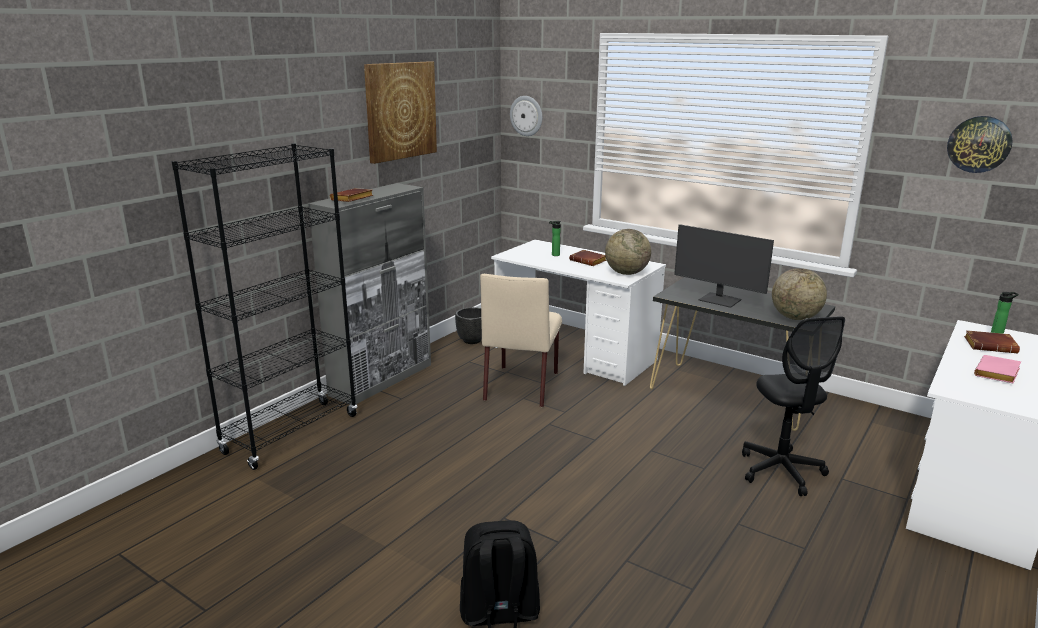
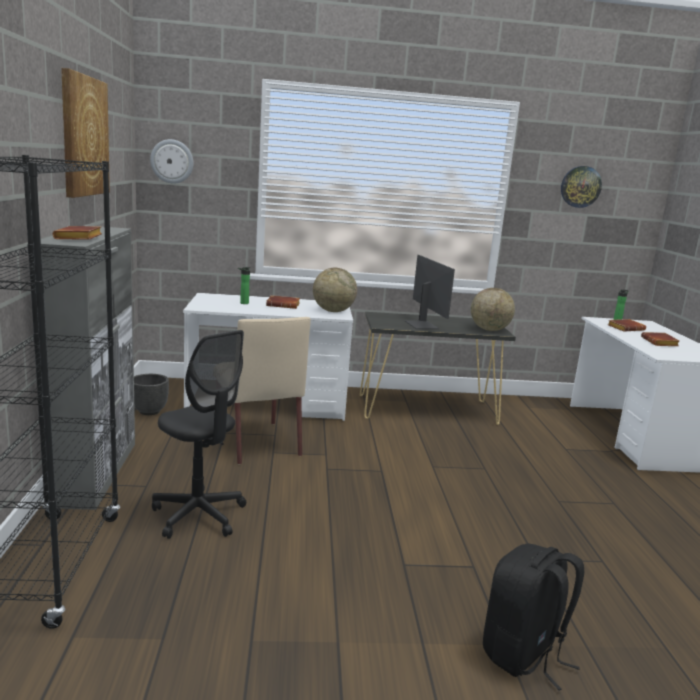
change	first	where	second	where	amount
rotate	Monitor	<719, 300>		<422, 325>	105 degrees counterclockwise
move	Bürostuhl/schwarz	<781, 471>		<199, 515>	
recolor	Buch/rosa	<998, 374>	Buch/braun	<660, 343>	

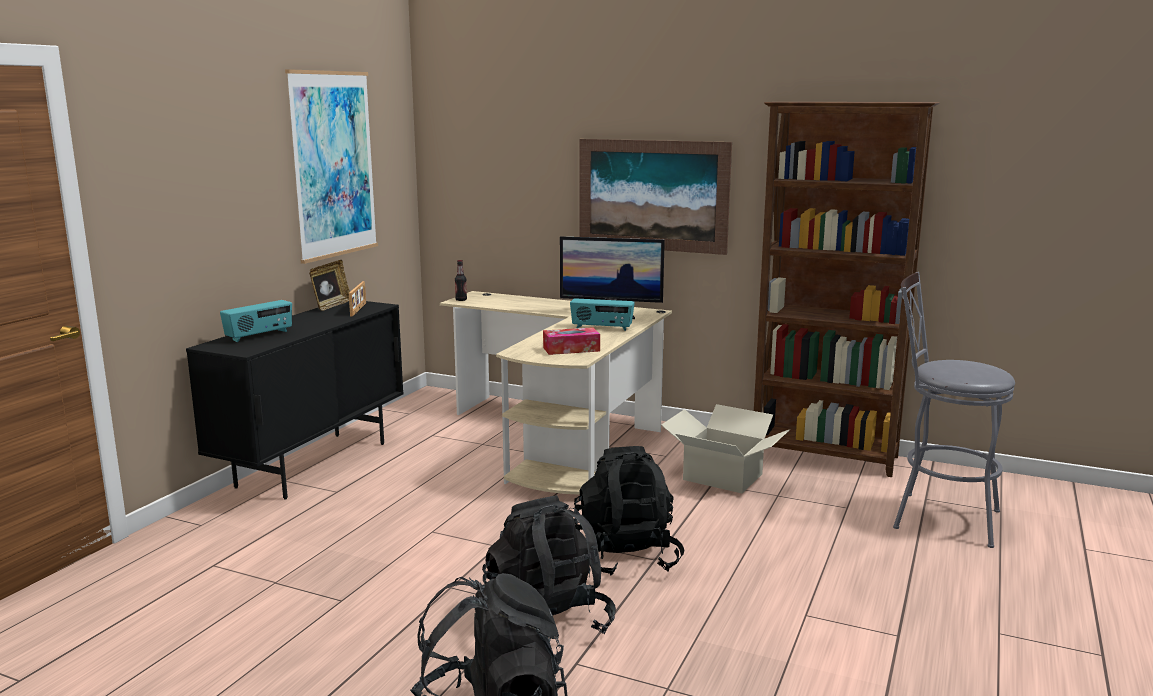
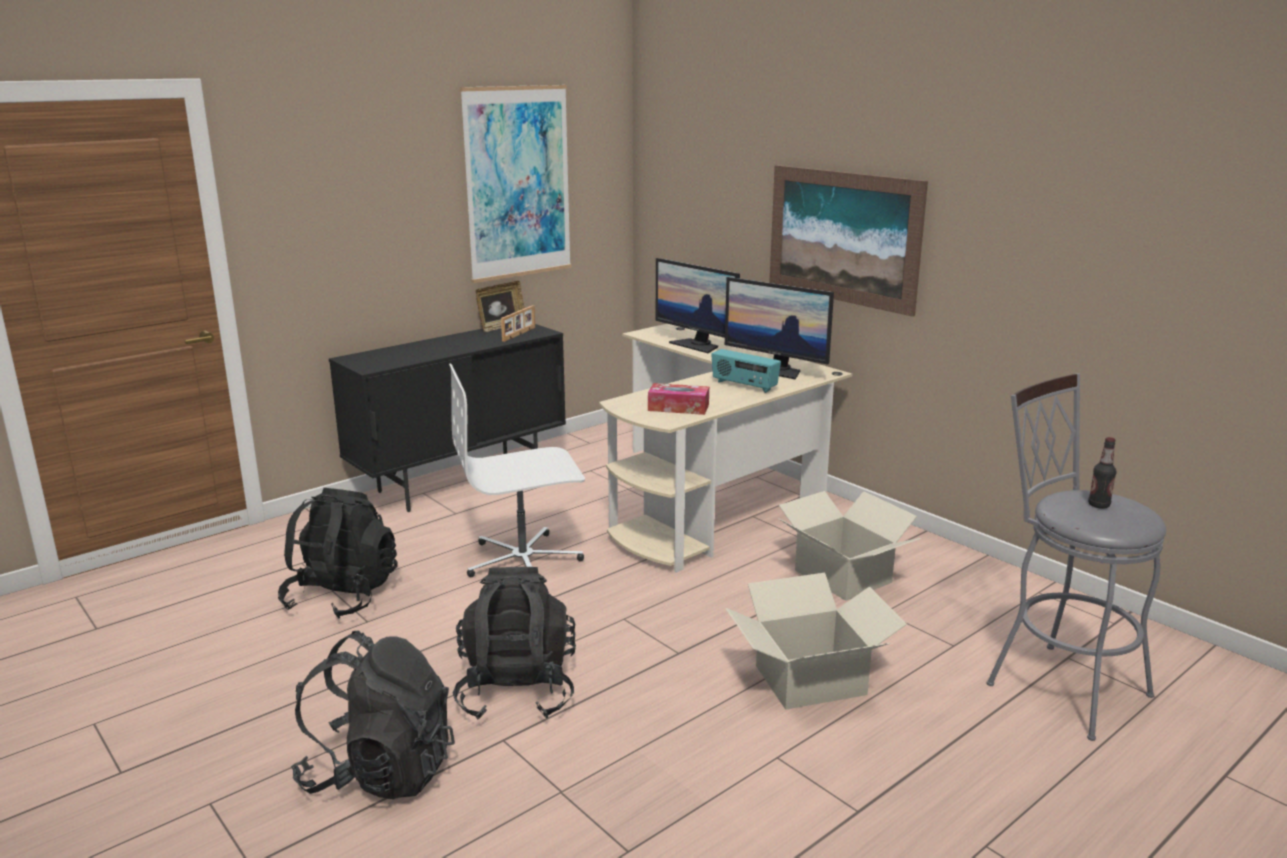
change	first	where	second	where	amount
delete	Radio	<259, 336>			
move	Flasche	<461, 300>		<1098, 505>	
move	Rucksack/schwarz	<627, 556>		<342, 596>	
delete	Bücherregal/braun	<825, 456>			
insert			Bürostuhl/weiß	<523, 560>	
insert			Monitor	<697, 345>	
insert			Karton	<811, 680>	

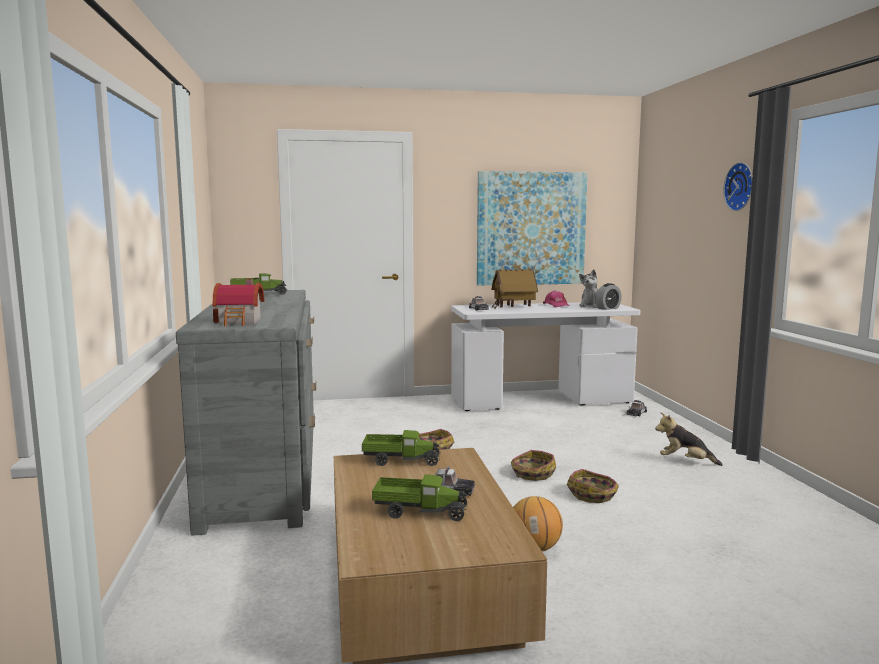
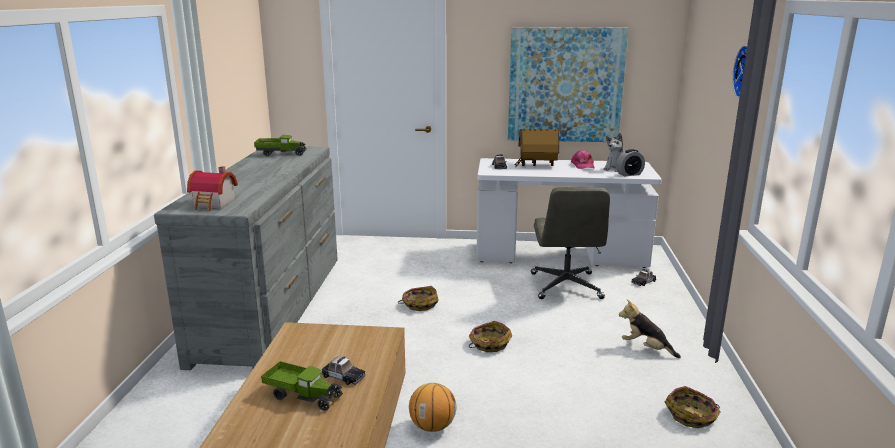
change	first	where	second	where	amount
delete	Spielzeuglaster	<401, 460>			
move	Korb	<593, 495>		<692, 416>	
insert			Bürostuhl/grau	<566, 286>	

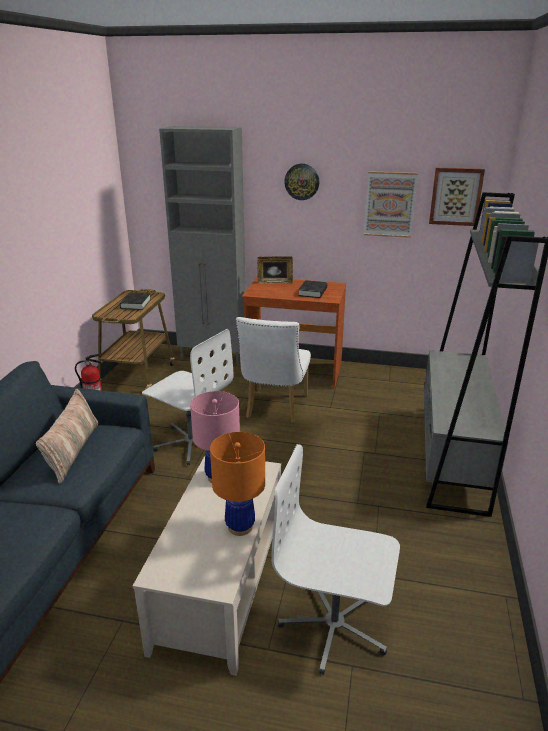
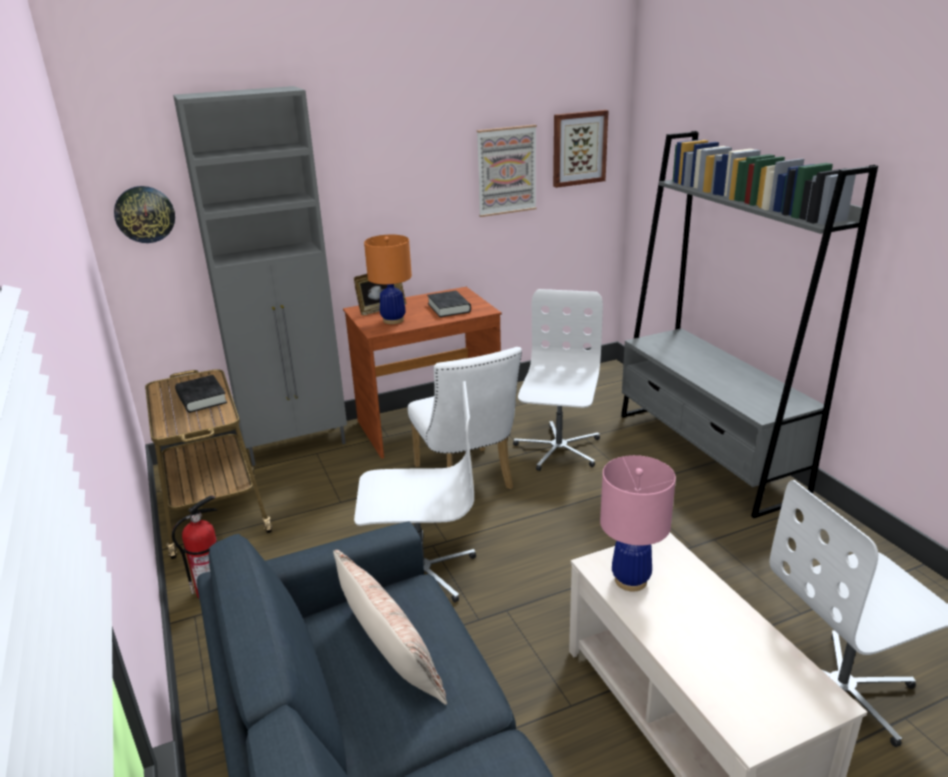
change	first	where	second	where	amount
move	Tischlampe/orange	<240, 527>		<393, 320>	
move	Wanduhr	<302, 181>		<144, 214>	
insert			Bürostuhl/weiß	<558, 449>	

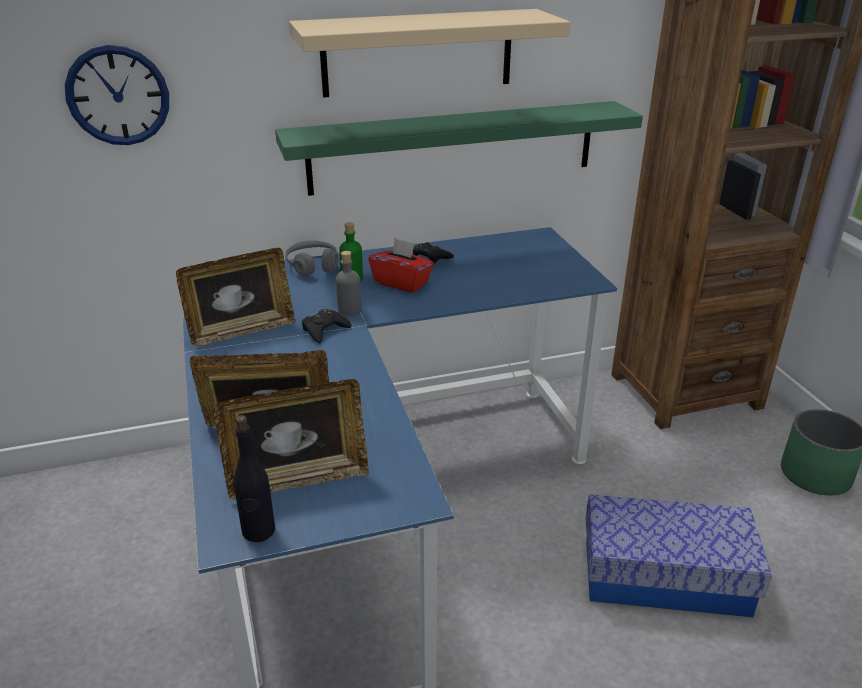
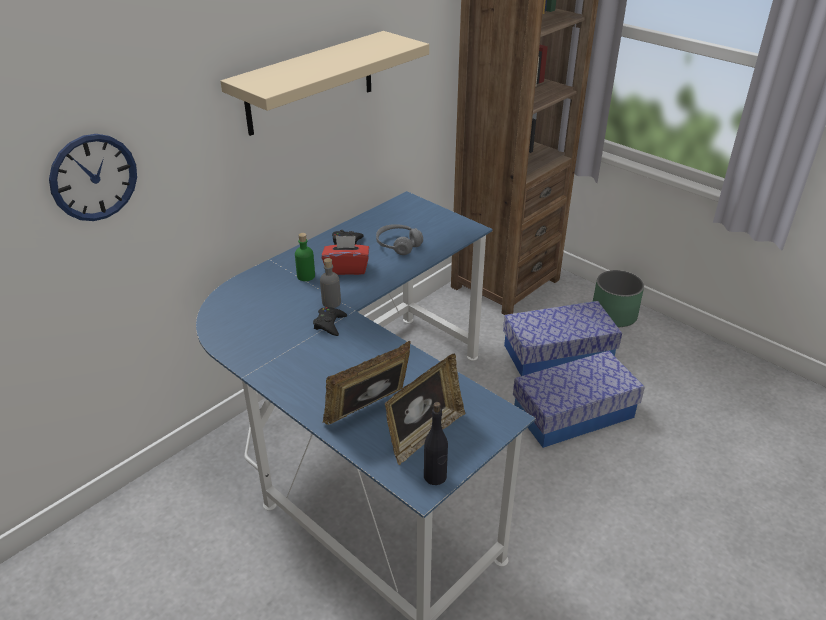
change	first	where	second	where	amount
delete	Bilderrahmen	<242, 330>			
delete	Wandregal/grün	<453, 147>			
move	Kopfhörer/grau	<313, 266>		<398, 245>	
insert			Aufbewahrungsbox	<557, 354>	

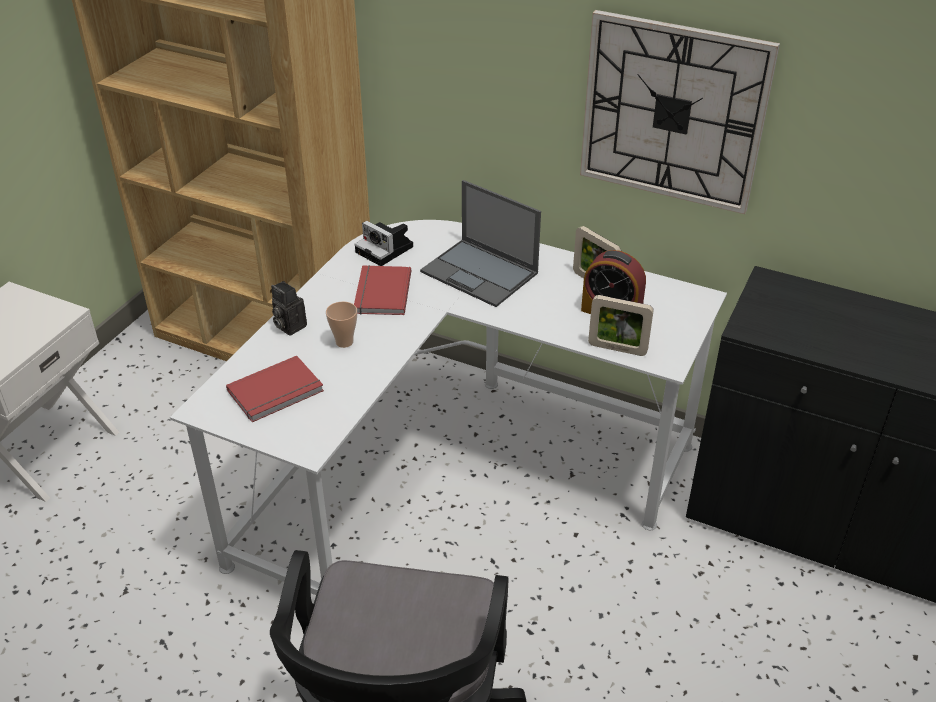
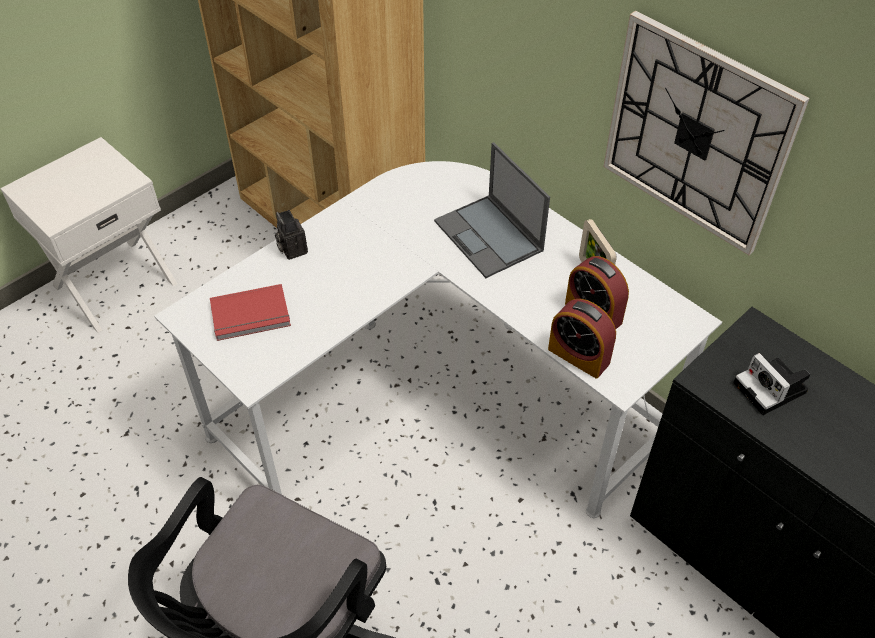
change	first	where	second	where	amount
delete	Tasse	<344, 342>			
delete	Buch/rot	<380, 293>			
move	Kamera	<386, 250>		<772, 389>	
replace	Bilderrahmen	<617, 349>	Wecker	<578, 356>	

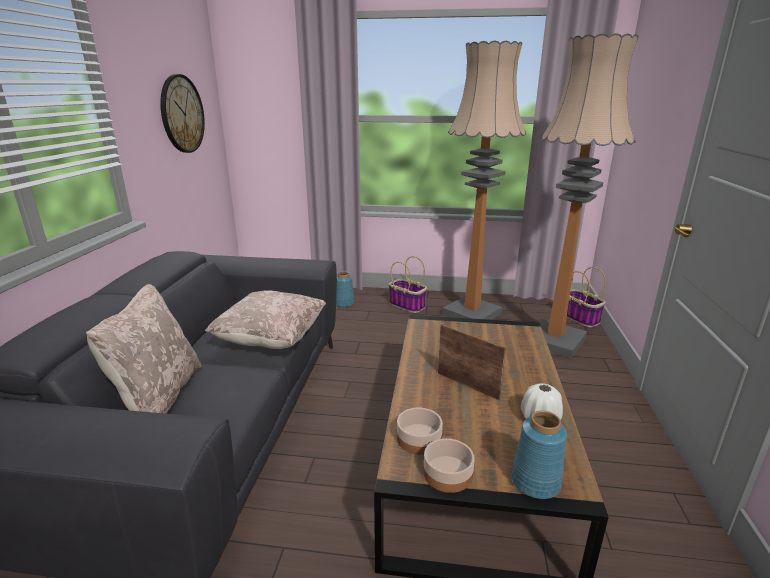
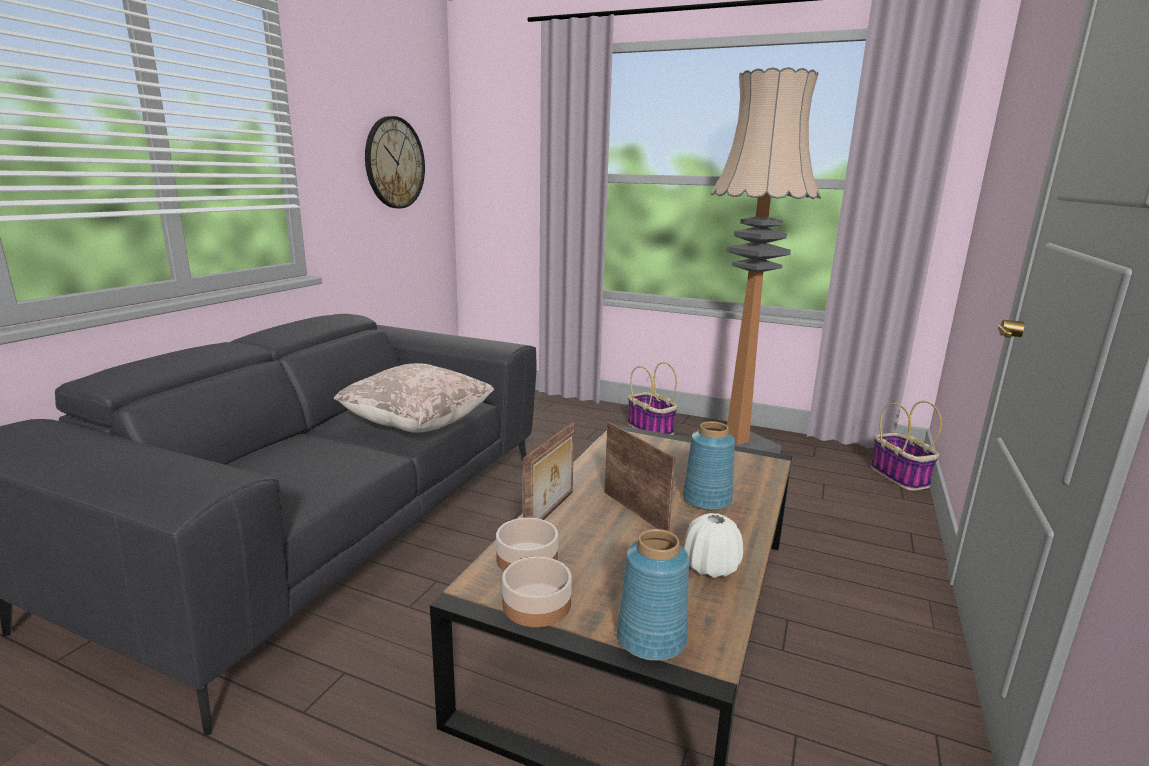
change	first	where	second	where	amount
delete	Kissen/beige	<158, 396>			
move	Vase/blau	<344, 303>		<706, 499>	
delete	Stehlampe	<554, 340>			
insert			Bilderrahmen	<551, 513>	

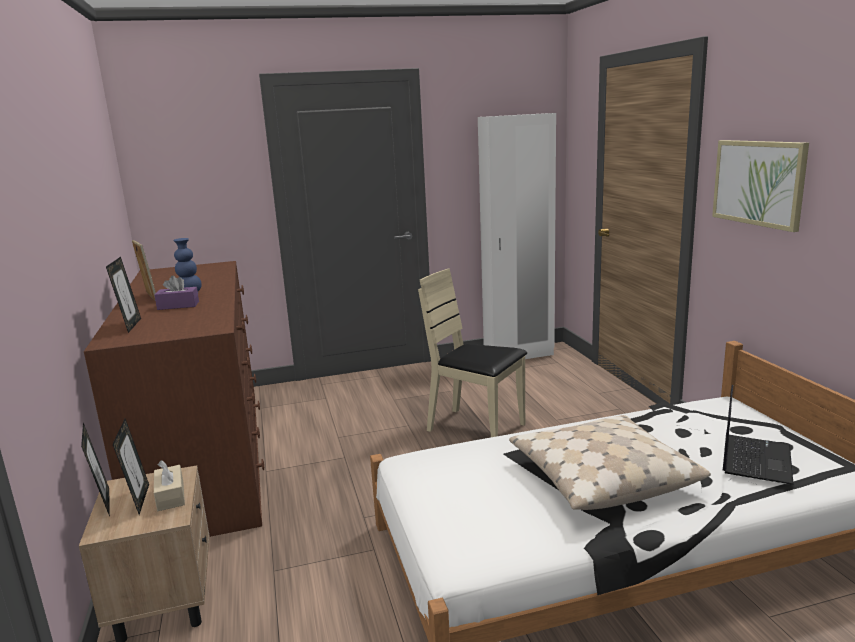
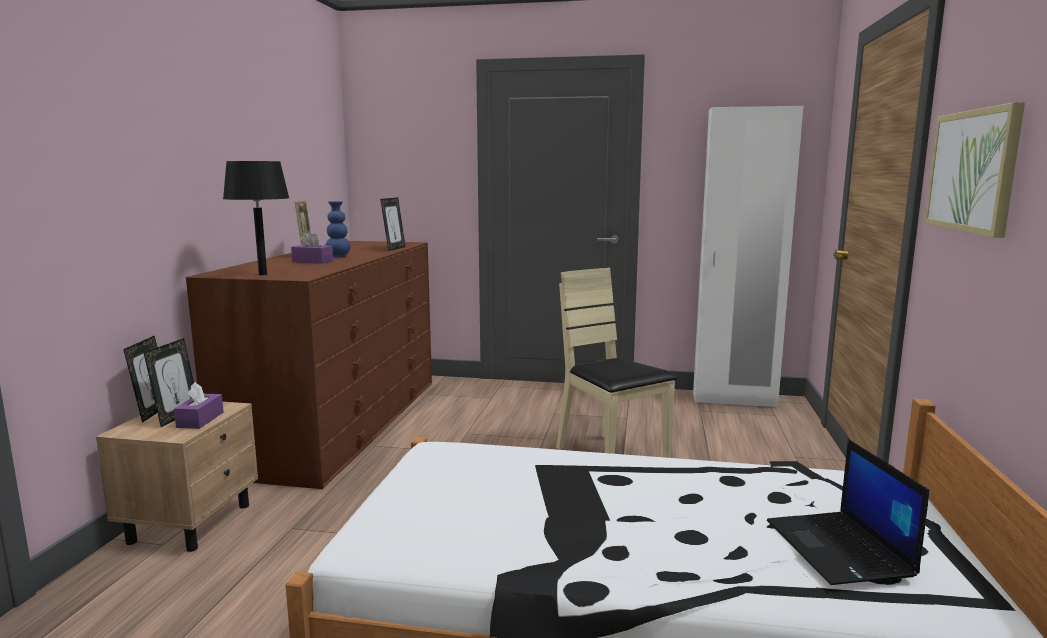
change	first	where	second	where	amount
move	Bilderrahmen	<130, 326>		<394, 248>	
recolor	Taschentuchbox/beige	<170, 496>	Taschentuchbox/lila	<200, 420>	
delete	Kissen/beige	<601, 477>			
rotate	Laptop	<755, 459>		<840, 549>	120 degrees clockwise
insert			Tischlampe/schwarz	<263, 274>	

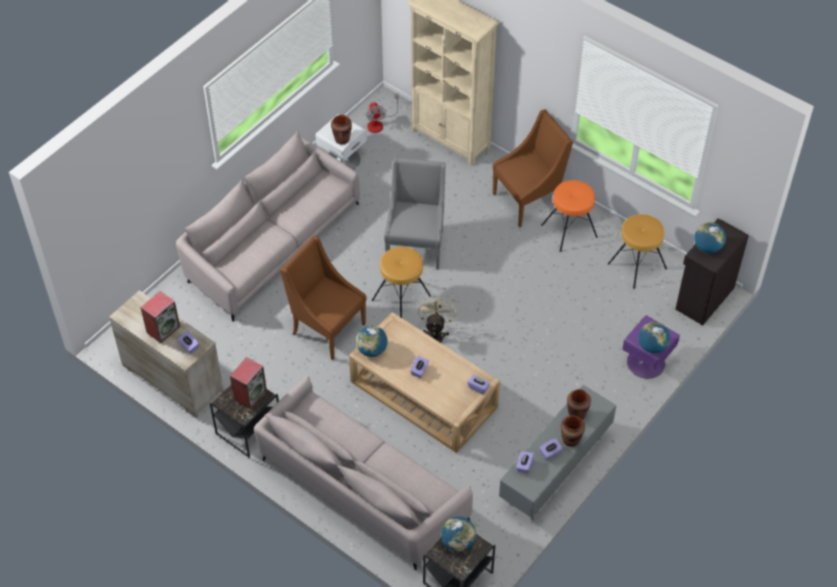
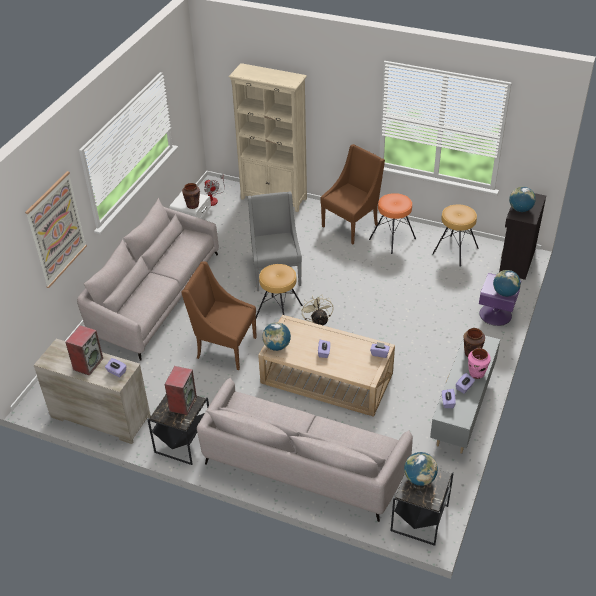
change	first	where	second	where	amount
recolor	Vase/braun	<570, 440>	Vase/rosa	<476, 373>	
insert			Bild	<56, 229>	

